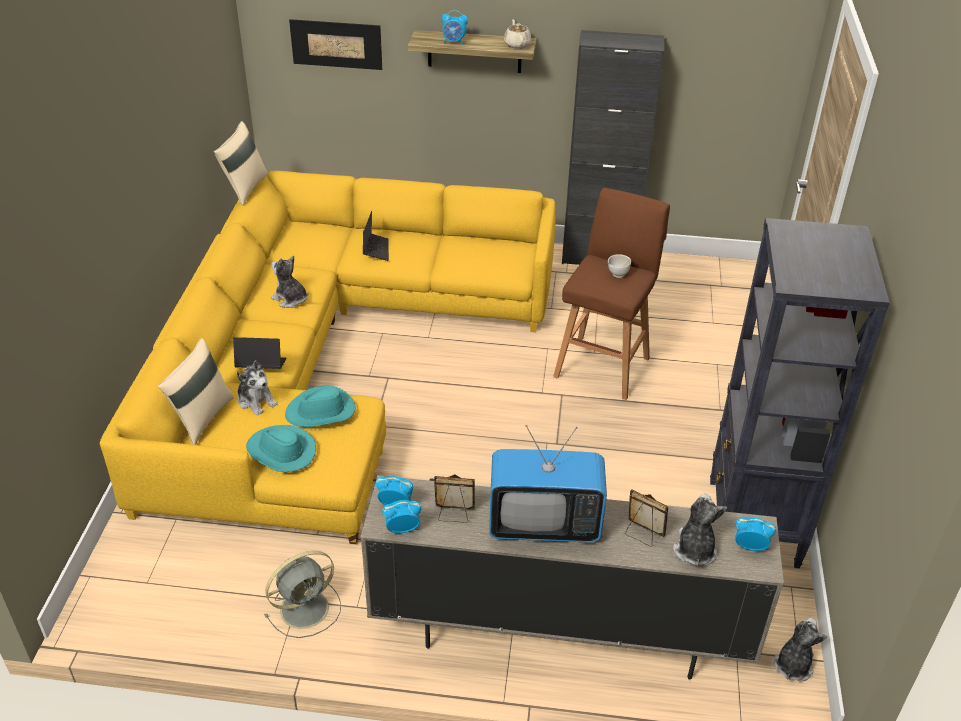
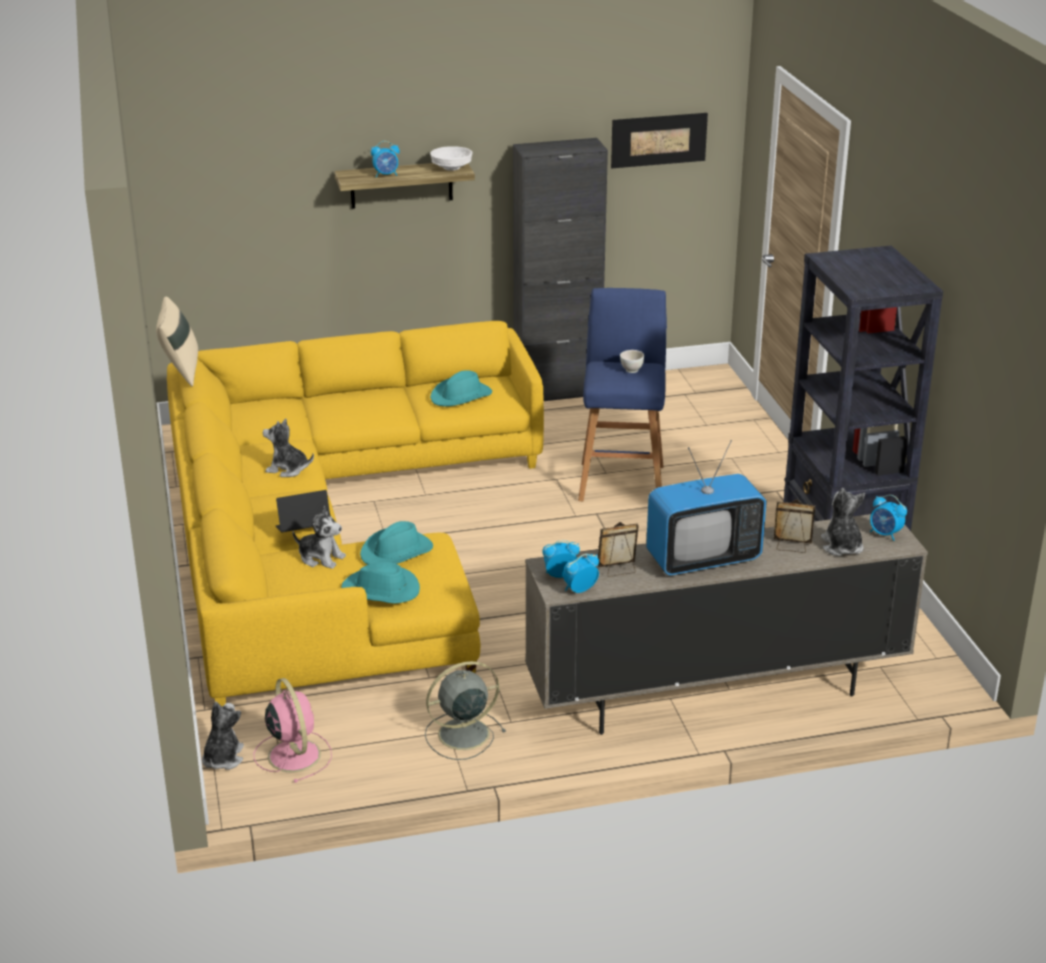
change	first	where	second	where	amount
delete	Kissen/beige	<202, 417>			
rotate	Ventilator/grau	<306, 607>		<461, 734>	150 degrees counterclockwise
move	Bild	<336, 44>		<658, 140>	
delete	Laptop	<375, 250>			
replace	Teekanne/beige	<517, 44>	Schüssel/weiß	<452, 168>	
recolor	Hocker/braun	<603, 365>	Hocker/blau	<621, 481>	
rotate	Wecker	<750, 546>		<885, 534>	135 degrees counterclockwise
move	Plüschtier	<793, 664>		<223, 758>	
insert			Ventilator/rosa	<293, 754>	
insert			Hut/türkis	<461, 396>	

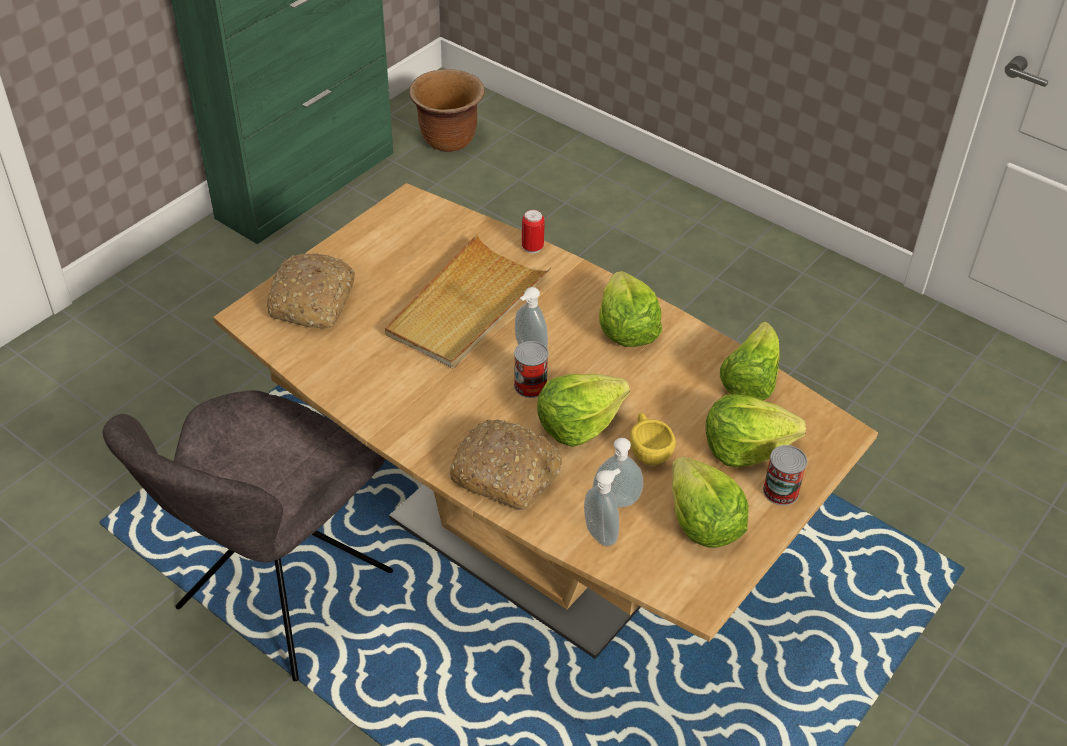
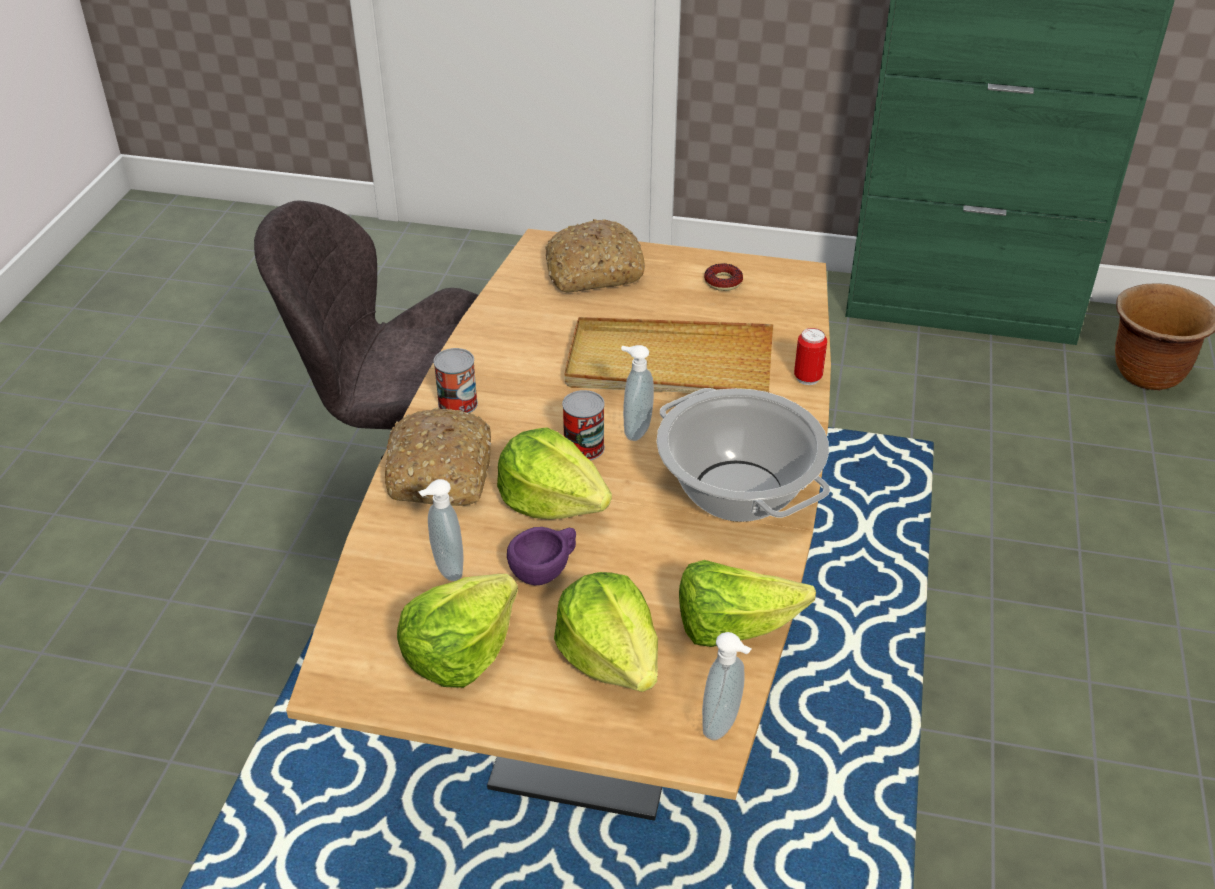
change	first	where	second	where	amount
move	Seifenspender	<601, 533>		<724, 725>	
replace	Salatkopf	<626, 328>	Kochtopf	<737, 491>	
recolor	Tasse/gelb	<648, 450>	Tasse/lila	<546, 570>	
move	Dose	<780, 491>		<458, 404>	
insert			Donut	<723, 282>	

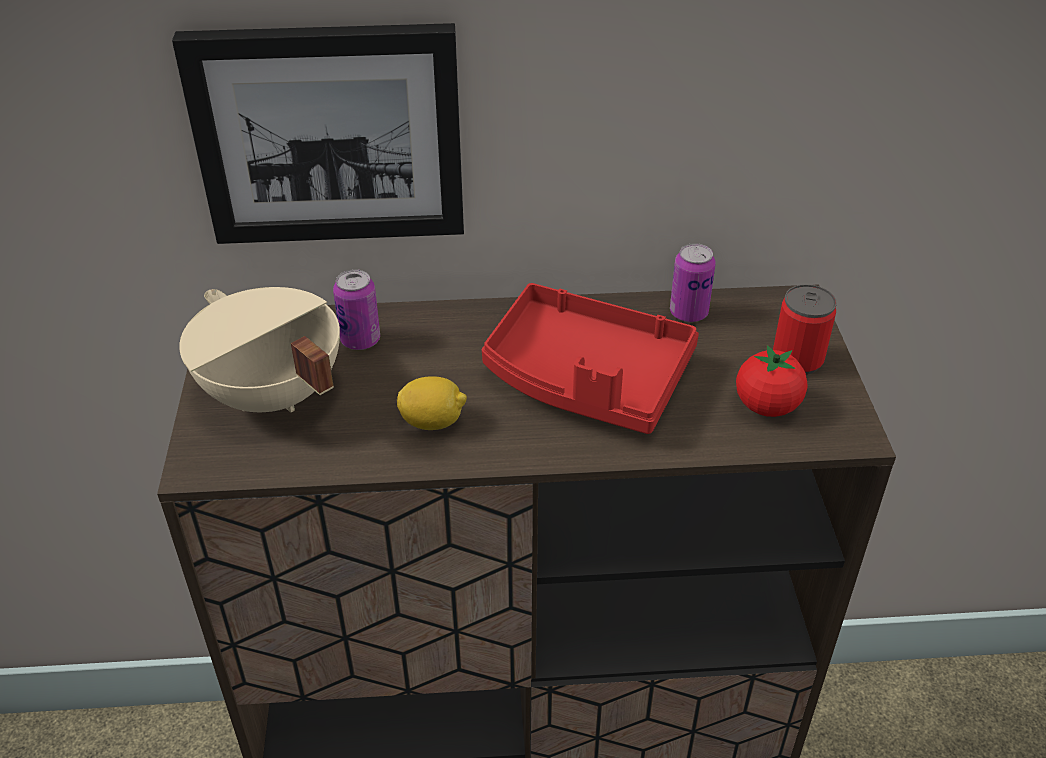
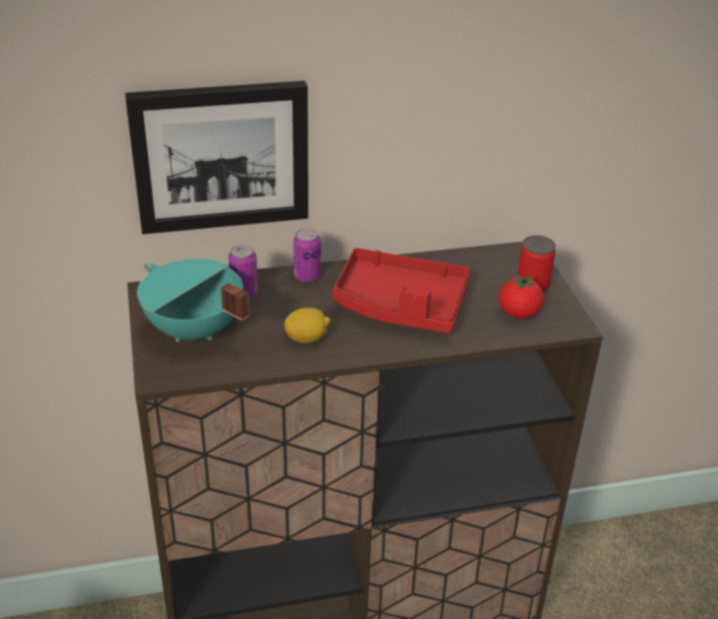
change	first	where	second	where	amount
recolor	Kochtopf/beige	<270, 395>	Kochtopf/türkis	<193, 331>	
move	Dose	<688, 313>		<307, 276>	

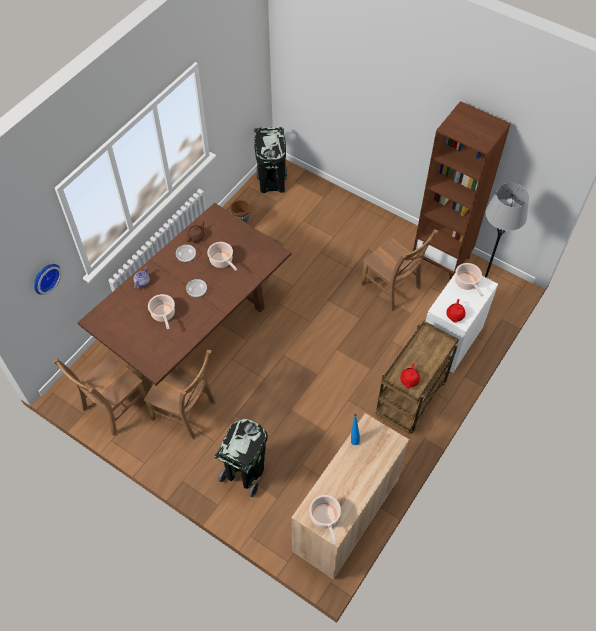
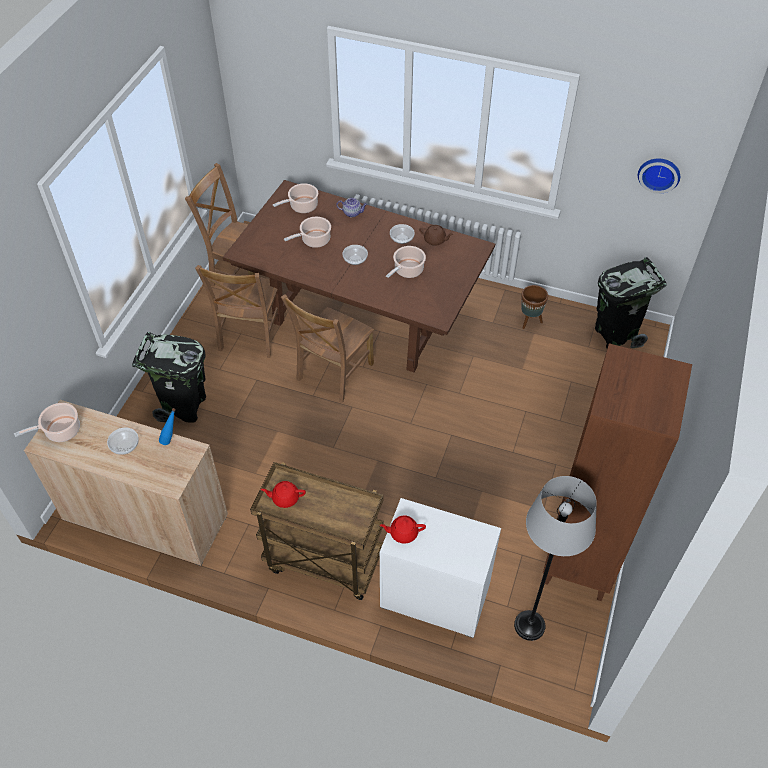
change	first	where	second	where	amount
move	Wanduhr	<45, 277>		<659, 173>	
move	Stuhl/braun	<392, 288>		<333, 373>	
move	Kochtopf	<467, 283>		<302, 206>	
insert			Schüssel	<125, 446>	

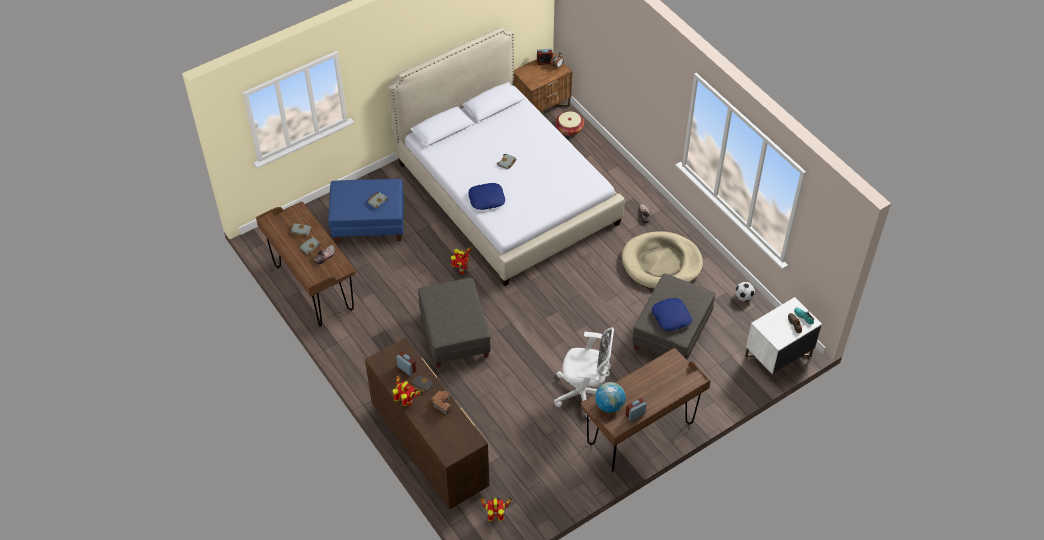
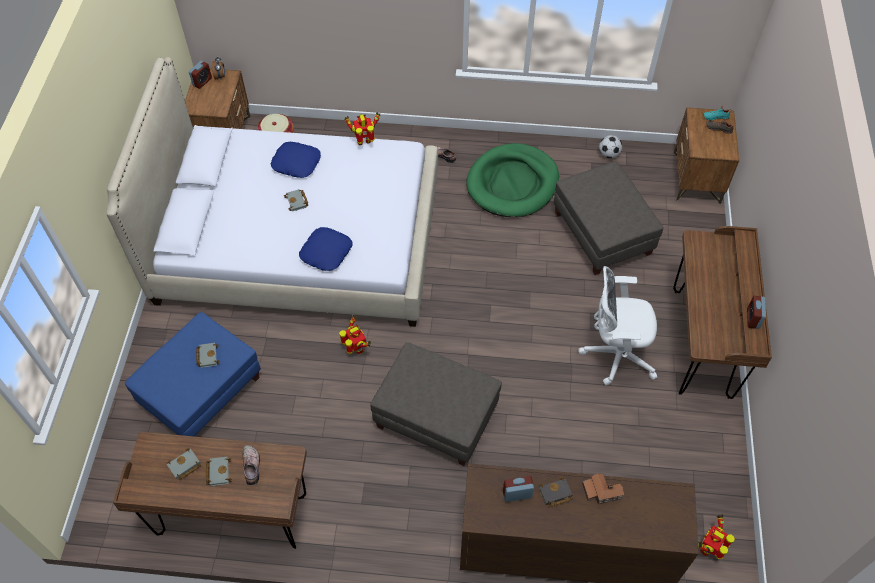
change	first	where	second	where	amount
move	Spielzeugroboter	<406, 402>		<364, 142>	
rotate	Bürostuhl/weiß	<584, 394>		<615, 354>	135 degrees counterclockwise
delete	Globus	<609, 405>			
recolor	Hundebett/beige	<661, 263>	Hundebett/grün	<512, 183>	
move	Kissen/blau	<671, 317>		<296, 163>	
recolor	Nachttisch/weiß	<777, 356>	Nachttisch/braun	<696, 178>	

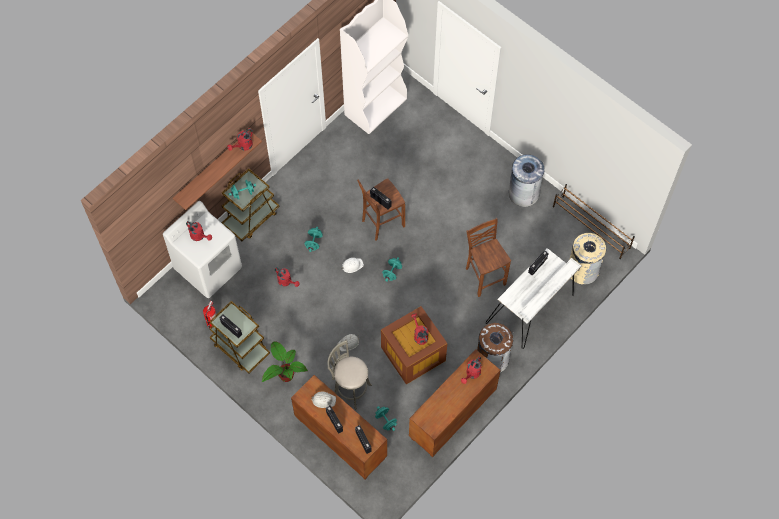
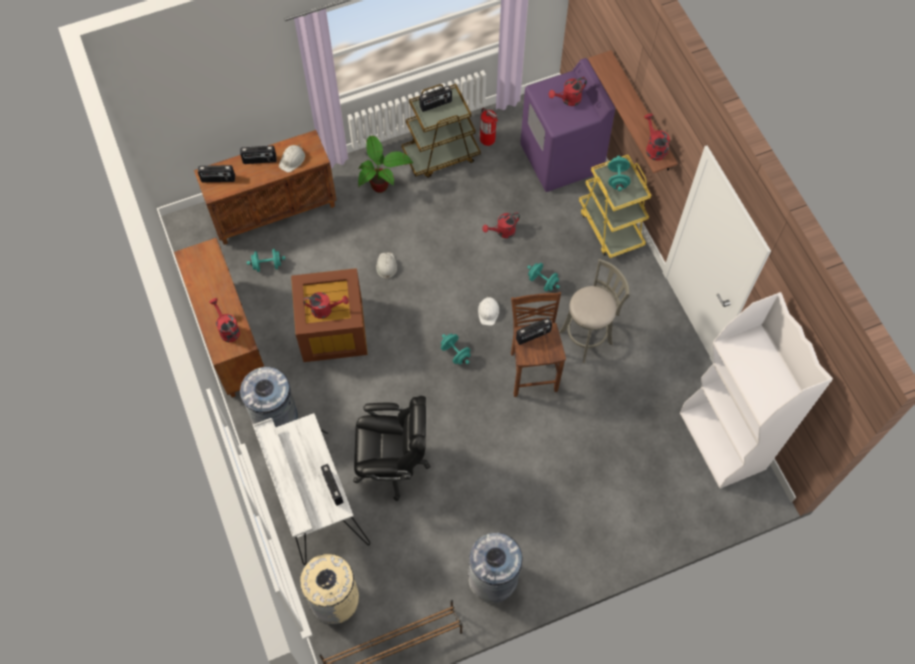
change	first	where	second	where	amount
recolor	Waschmaschine/weiß	<208, 268>	Waschmaschine/lila	<561, 159>	
recolor	Rollwagen/braun	<251, 218>	Rollwagen/gelb	<610, 227>	
move	Hocker/grau	<350, 389>		<588, 336>	
replace	Hocker/braun	<484, 276>	Bürostuhl/schwarz	<392, 463>	
recolor	Mülleimer/braun	<492, 358>	Mülleimer/grau	<275, 417>	

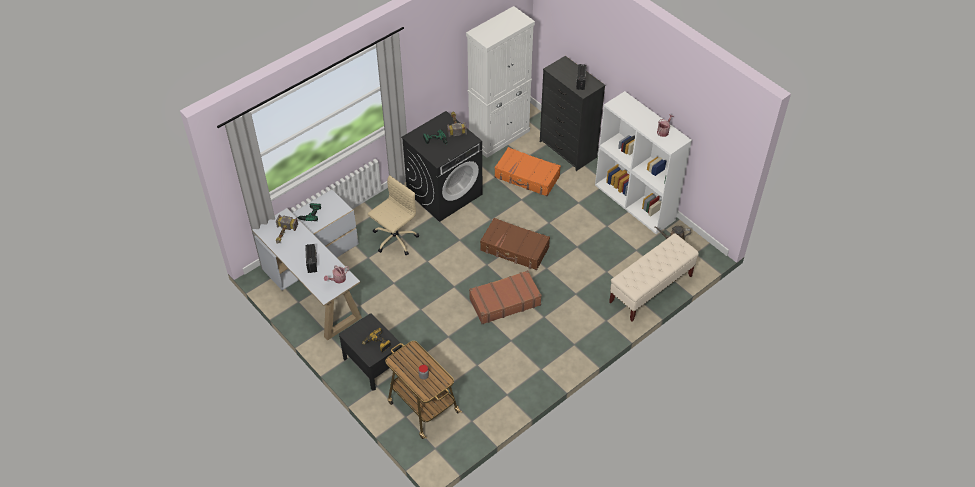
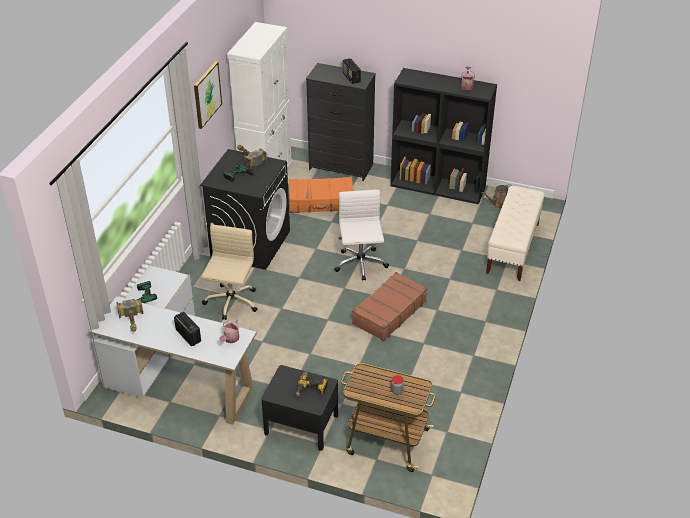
change	first	where	second	where	amount
replace	Koffer/braun	<514, 249>	Bürostuhl/weiß	<360, 265>	
recolor	Bücherregal/weiß	<635, 202>	Bücherregal/schwarz	<438, 186>	
insert			Bild	<207, 94>	

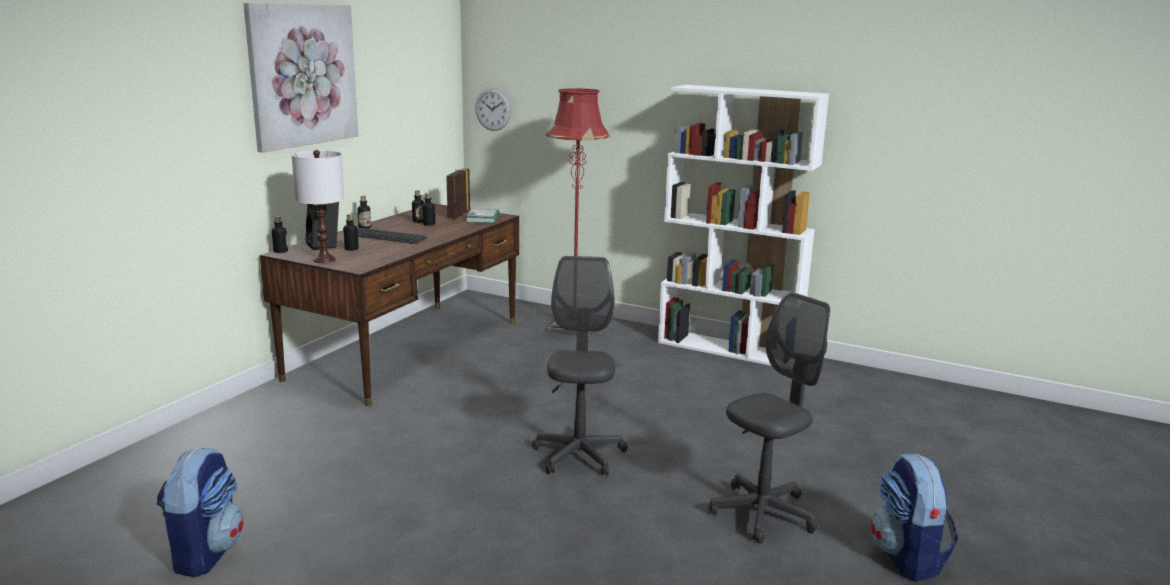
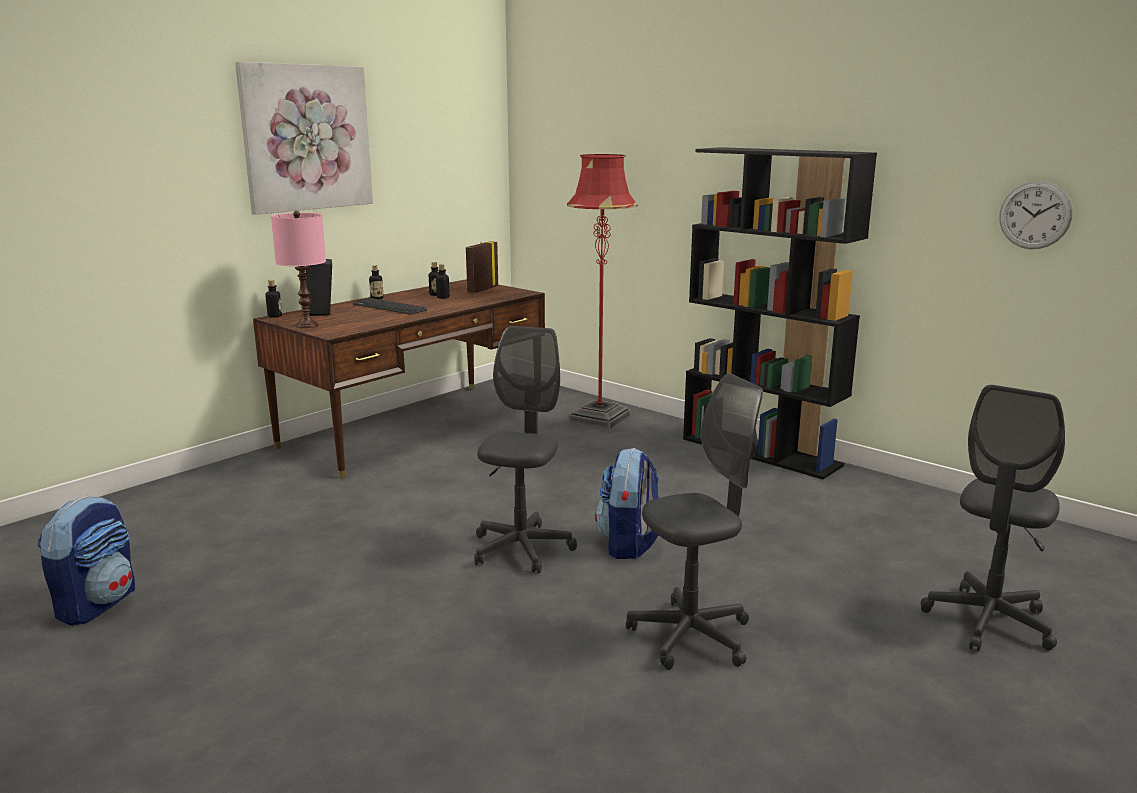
change	first	where	second	where	amount
recolor	Tischlampe/weiß	<324, 260>	Tischlampe/rosa	<307, 325>	
delete	Flasche	<351, 249>			
delete	Buch	<482, 218>			
move	Wanduhr	<493, 109>		<1035, 215>	
recolor	Bücherregal/weiß	<729, 349>	Bücherregal/schwarz	<761, 452>	
move	Rucksack	<908, 558>		<629, 544>	
insert			Bürostuhl/grau	<988, 621>	

